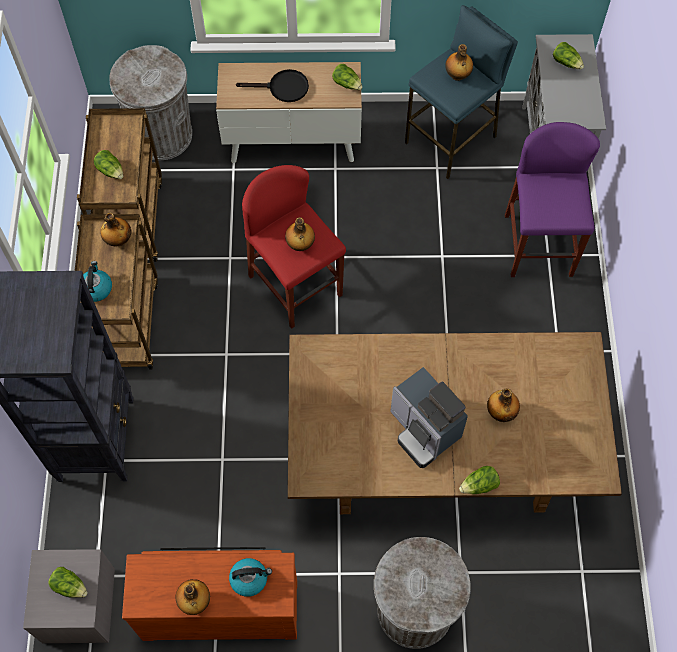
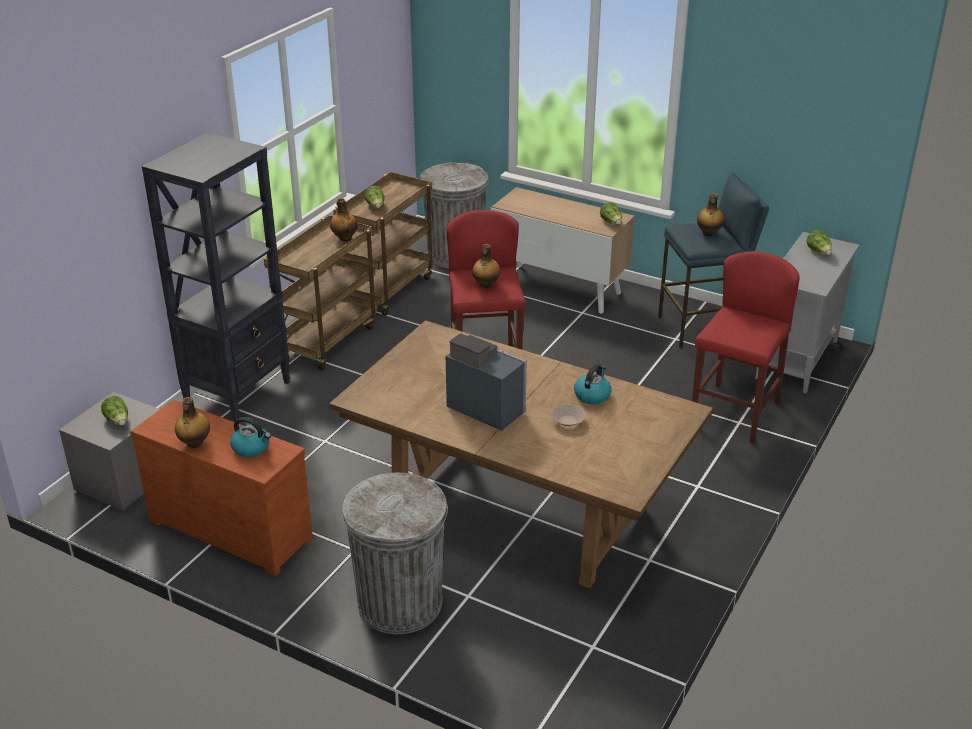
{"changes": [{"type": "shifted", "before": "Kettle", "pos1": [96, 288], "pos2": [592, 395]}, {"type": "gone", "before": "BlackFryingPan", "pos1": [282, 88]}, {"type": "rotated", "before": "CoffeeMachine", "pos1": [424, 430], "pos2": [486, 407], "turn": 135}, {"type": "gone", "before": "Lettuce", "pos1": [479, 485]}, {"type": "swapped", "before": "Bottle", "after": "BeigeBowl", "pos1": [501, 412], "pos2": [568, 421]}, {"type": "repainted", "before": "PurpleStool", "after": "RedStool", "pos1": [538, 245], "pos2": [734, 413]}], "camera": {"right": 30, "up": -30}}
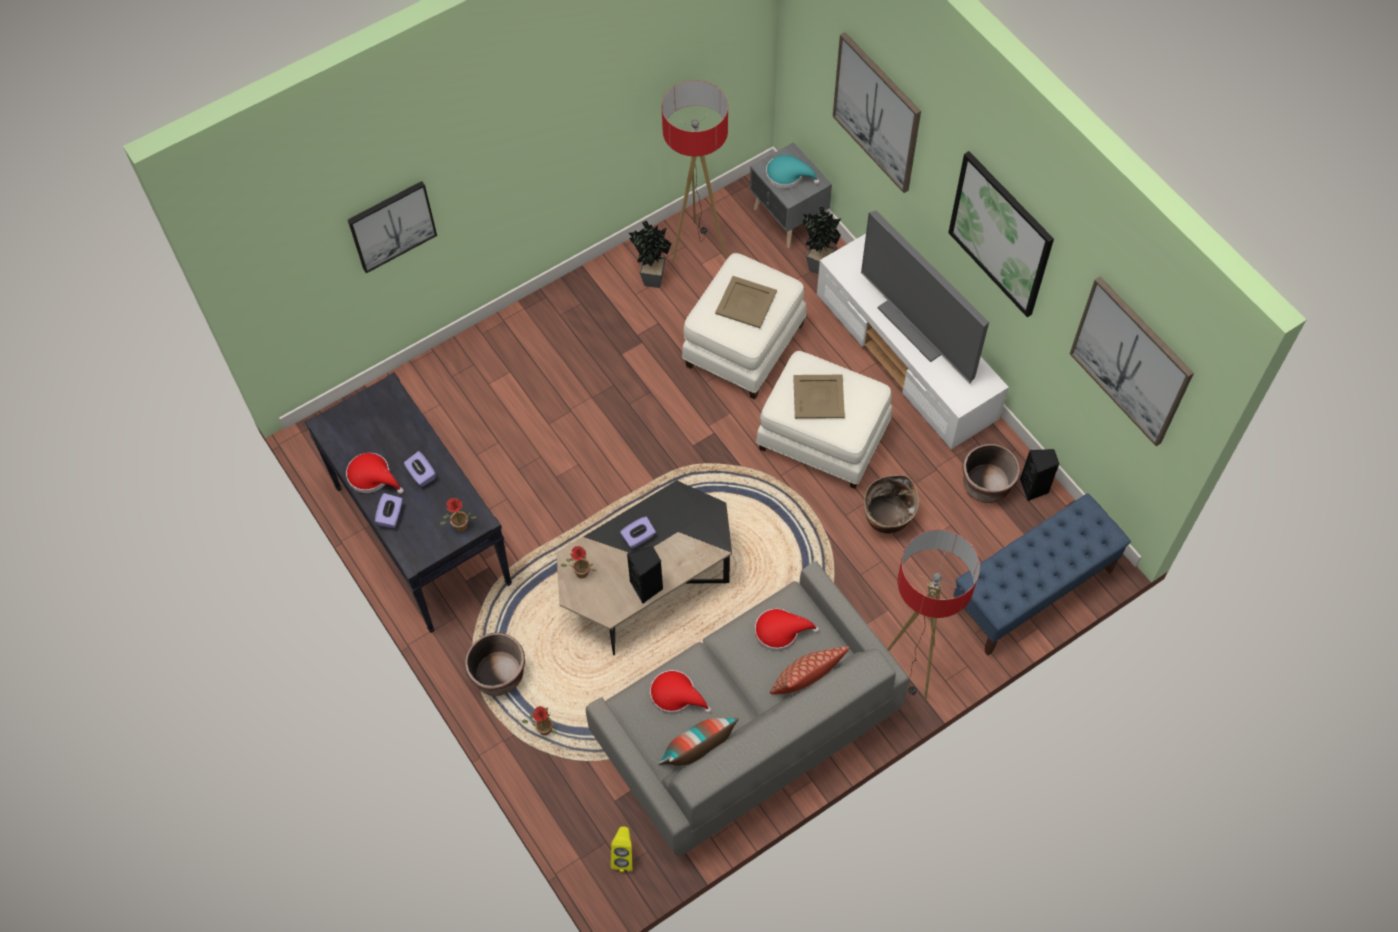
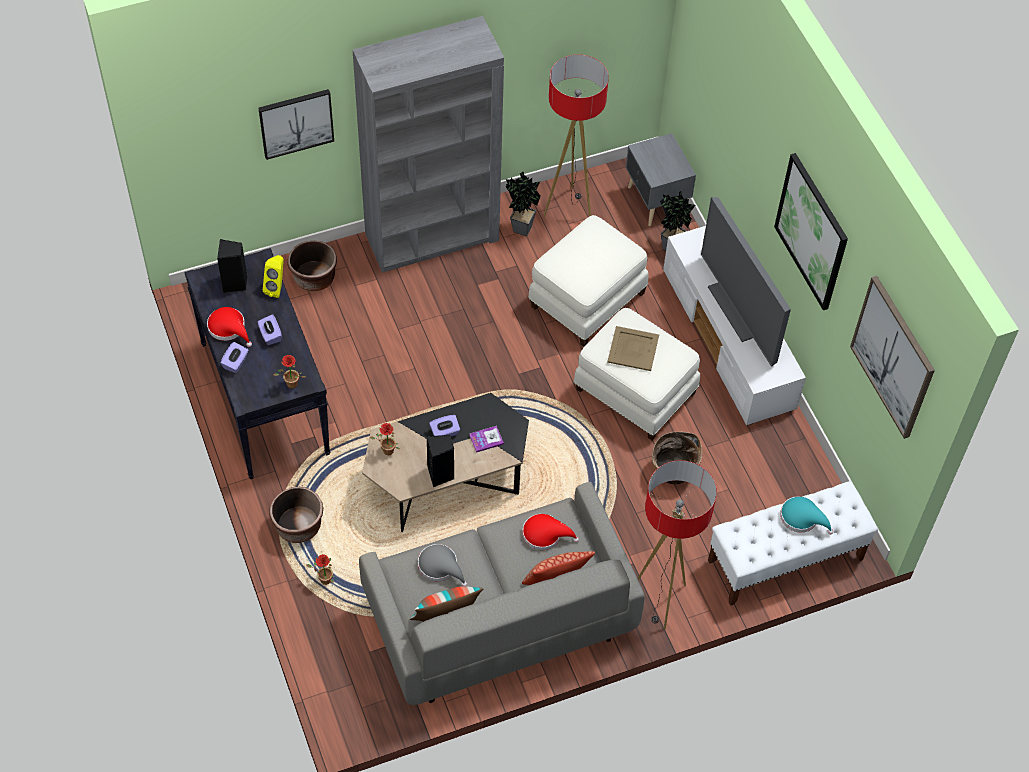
{"changes": [{"type": "shifted", "before": "YellowSpeaker", "pos1": [624, 855], "pos2": [277, 288]}, {"type": "repainted", "before": "RedHat", "after": "GreyHat", "pos1": [676, 695], "pos2": [440, 567]}, {"type": "gone", "before": "BeigeTray", "pos1": [746, 303]}, {"type": "shifted", "before": "TurquoiseHat", "pos1": [788, 175], "pos2": [802, 518]}, {"type": "gone", "before": "Picture", "pos1": [877, 112]}, {"type": "repainted", "before": "BlueBench", "after": "WhiteBench", "pos1": [1031, 591], "pos2": [785, 560]}, {"type": "shifted", "before": "BrownPlanter", "pos1": [986, 485], "pos2": [314, 278]}, {"type": "shifted", "before": "BlackSpeaker", "pos1": [1034, 488], "pos2": [235, 284]}, {"type": "new", "after": "GreyBookcase", "pos2": [432, 237]}, {"type": "new", "after": "Book", "pos2": [486, 439]}], "camera": {"right": 10, "up": -5}}
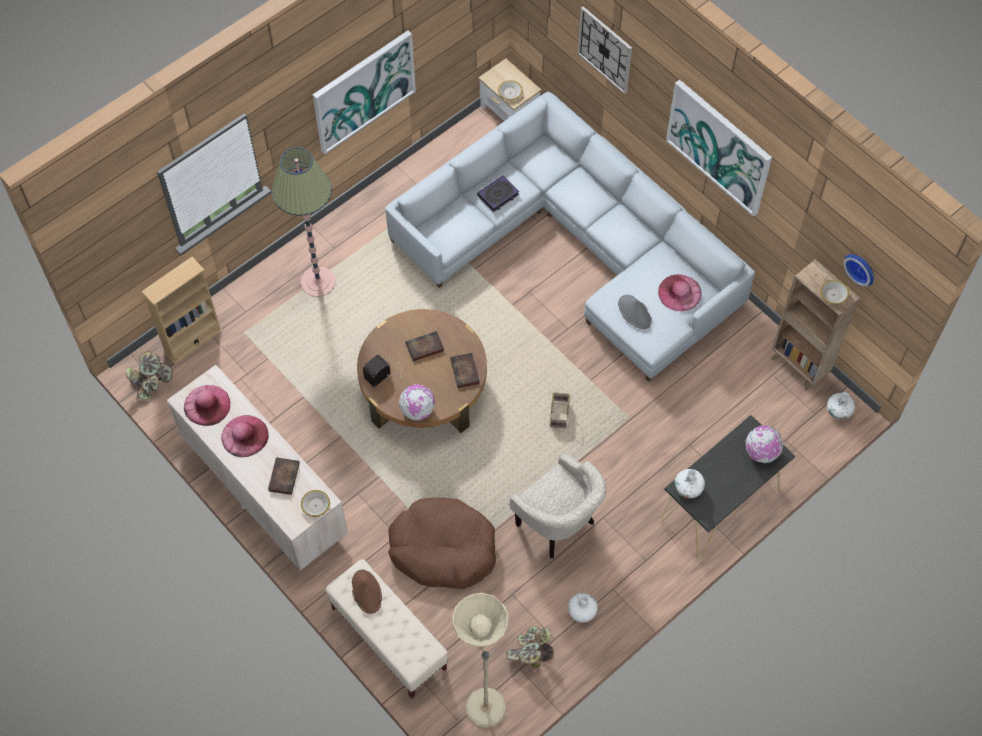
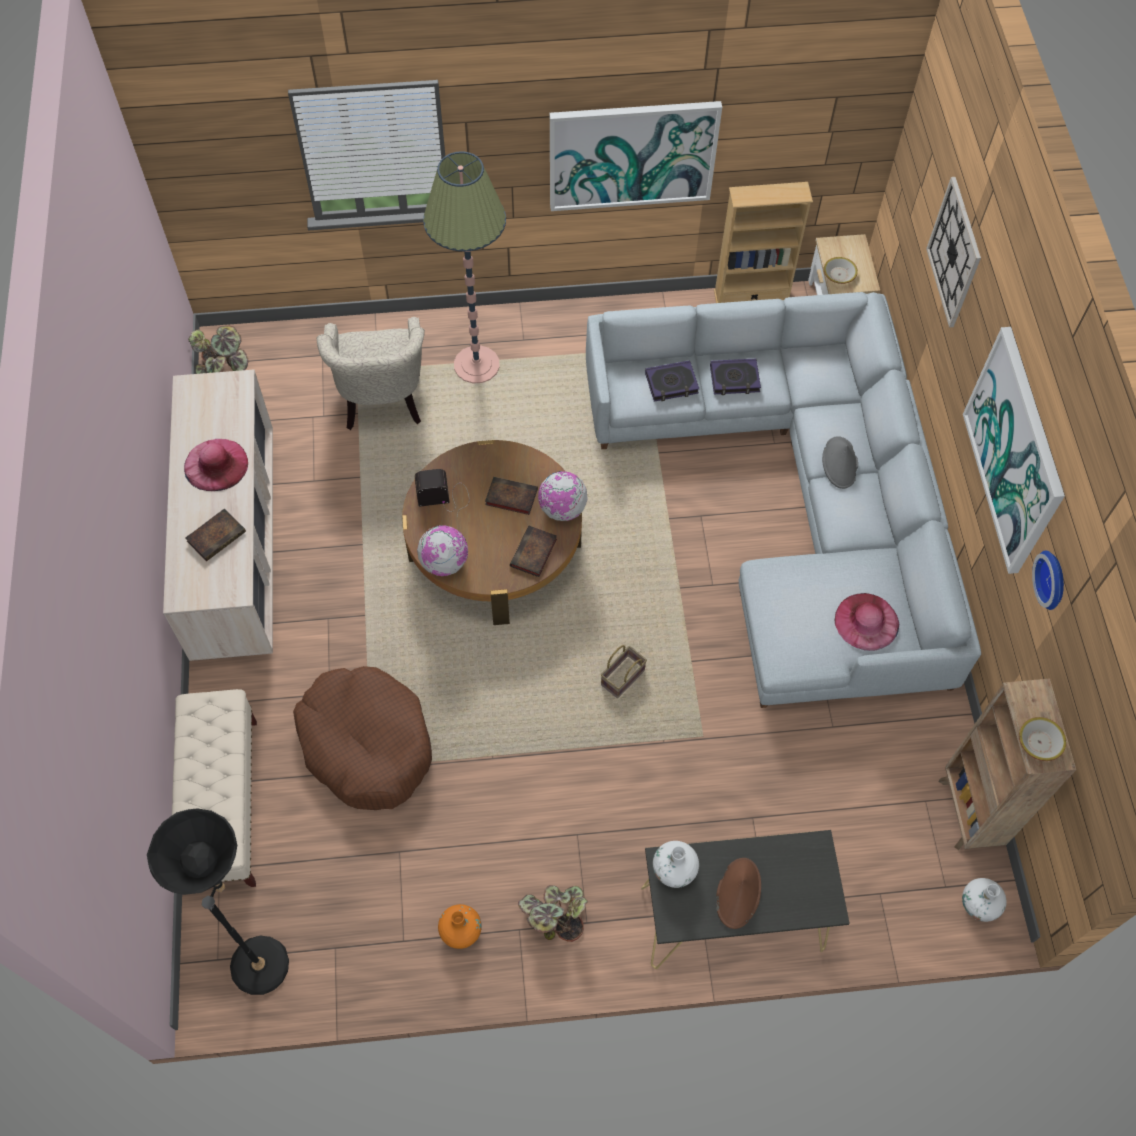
{"changes": [{"type": "shifted", "before": "BeigeBookcase", "pos1": [192, 341], "pos2": [751, 297]}, {"type": "gone", "before": "PinkHat", "pos1": [207, 405]}, {"type": "gone", "before": "Bowl", "pos1": [315, 505]}, {"type": "shifted", "before": "BrownHat", "pos1": [366, 592], "pos2": [738, 893]}, {"type": "repainted", "before": "BeigeFloorLamp", "after": "BlackFloorLamp", "pos1": [482, 699], "pos2": [264, 952]}, {"type": "shifted", "before": "PottedPlant", "pos1": [530, 652], "pos2": [554, 916]}, {"type": "shifted", "before": "BeigeArmchair", "pos1": [558, 526], "pos2": [383, 405]}, {"type": "repainted", "before": "WhiteVase", "after": "OrangeVase", "pos1": [581, 612], "pos2": [460, 931]}, {"type": "shifted", "before": "GreyHat", "pos1": [635, 312], "pos2": [840, 463]}, {"type": "shifted", "before": "Globe", "pos1": [761, 452], "pos2": [562, 509]}, {"type": "shifted", "before": "WallClock", "pos1": [861, 268], "pos2": [1053, 579]}, {"type": "new", "after": "Book", "pos2": [671, 384]}], "camera": {"right": 35, "up": 0}}
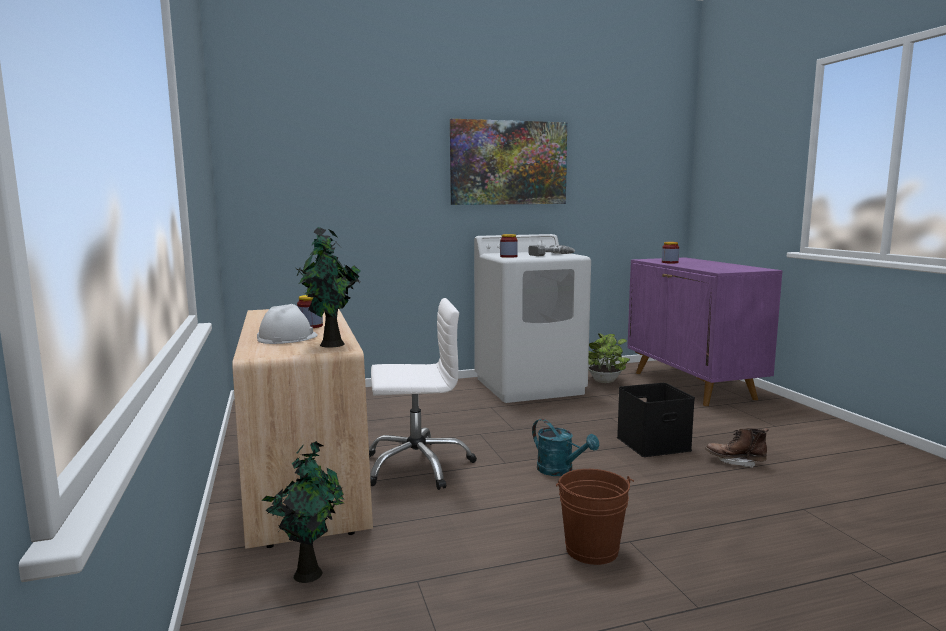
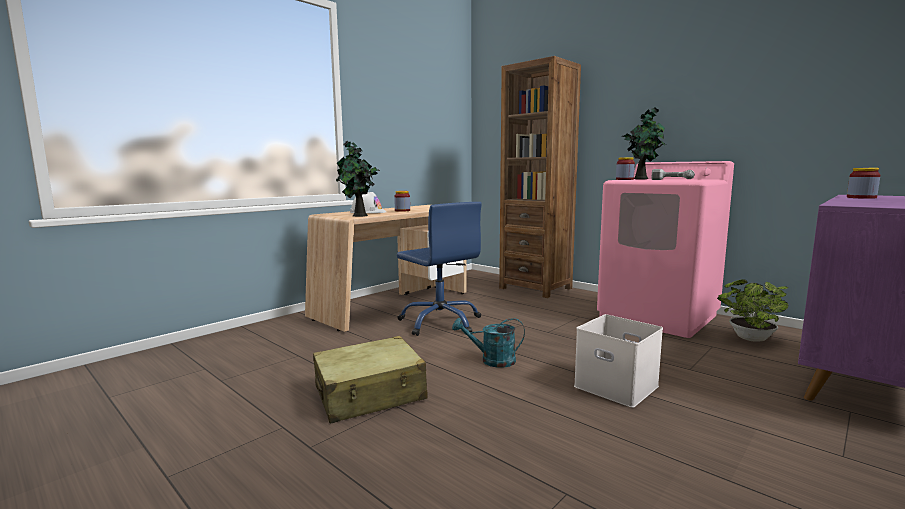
{"changes": [{"type": "shifted", "before": "PottedPlant", "pos1": [309, 572], "pos2": [642, 179]}, {"type": "repainted", "before": "WhiteOfficeChair", "after": "BlueOfficeChair", "pos1": [417, 465], "pos2": [440, 322]}, {"type": "gone", "before": "Picture", "pos1": [508, 163]}, {"type": "repainted", "before": "WhiteWashingMachine", "after": "PinkWashingMachine", "pos1": [529, 386], "pos2": [658, 317]}, {"type": "rotated", "before": "TurquoiseWateringCan", "pos1": [560, 471], "pos2": [492, 361], "turn": 75}, {"type": "swapped", "before": "BrownBucket", "after": "BeigeSuitcase", "pos1": [591, 550], "pos2": [370, 394]}, {"type": "repainted", "before": "BlackStorageBox", "after": "WhiteStorageBox", "pos1": [652, 444], "pos2": [614, 386]}, {"type": "gone", "before": "BrownBoot", "pos1": [735, 462]}, {"type": "new", "after": "BrownBookcase", "pos2": [535, 288]}], "camera": {"right": 60, "up": 0}}
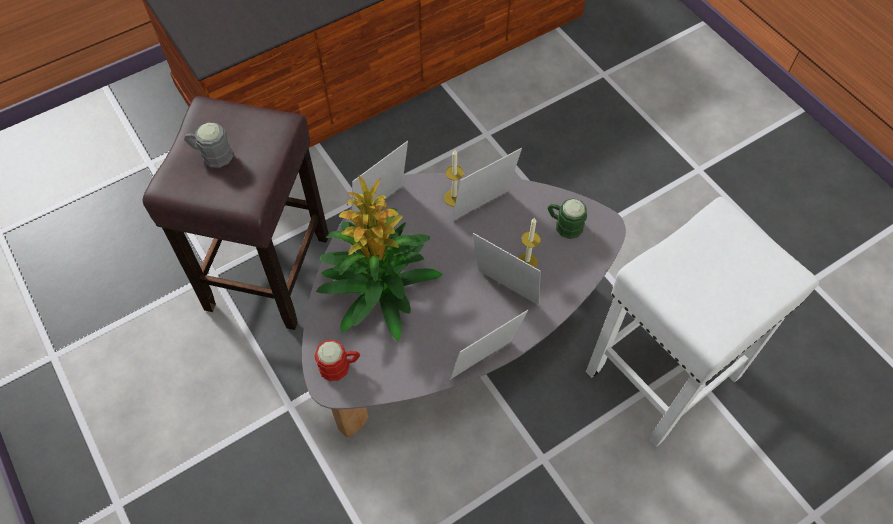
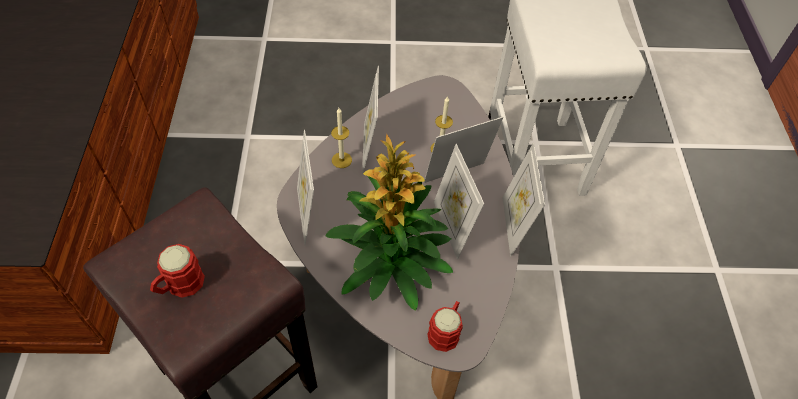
{"changes": [{"type": "repainted", "before": "GreyMug", "after": "RedMug", "pos1": [211, 155], "pos2": [179, 286]}, {"type": "gone", "before": "GreenMug", "pos1": [564, 225]}, {"type": "new", "after": "PictureFrame", "pos2": [452, 228]}], "camera": {"right": -60, "up": -5}}
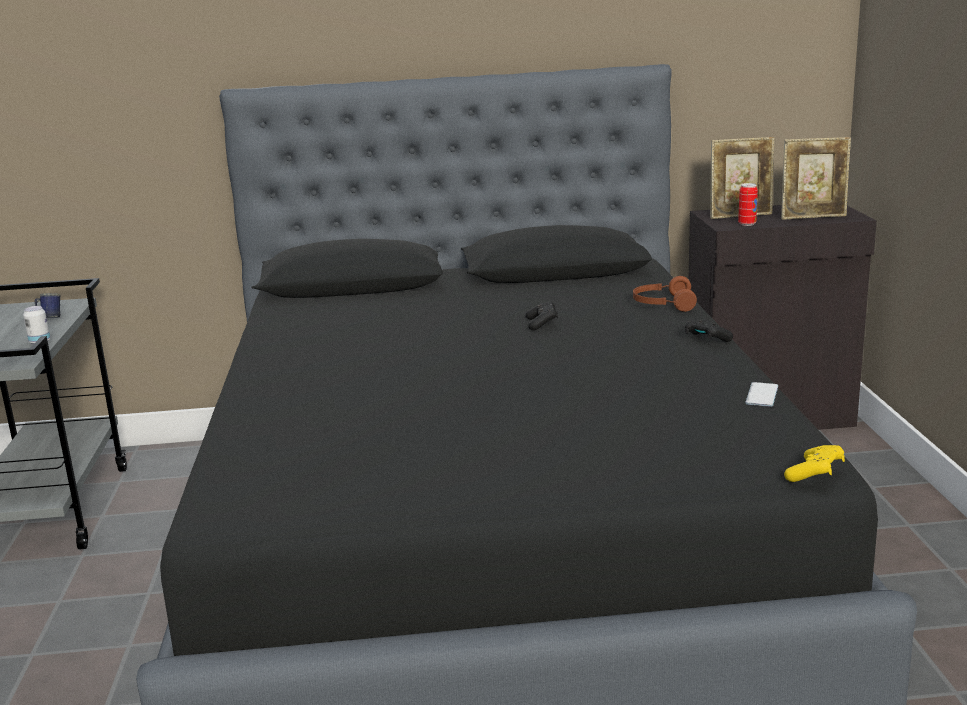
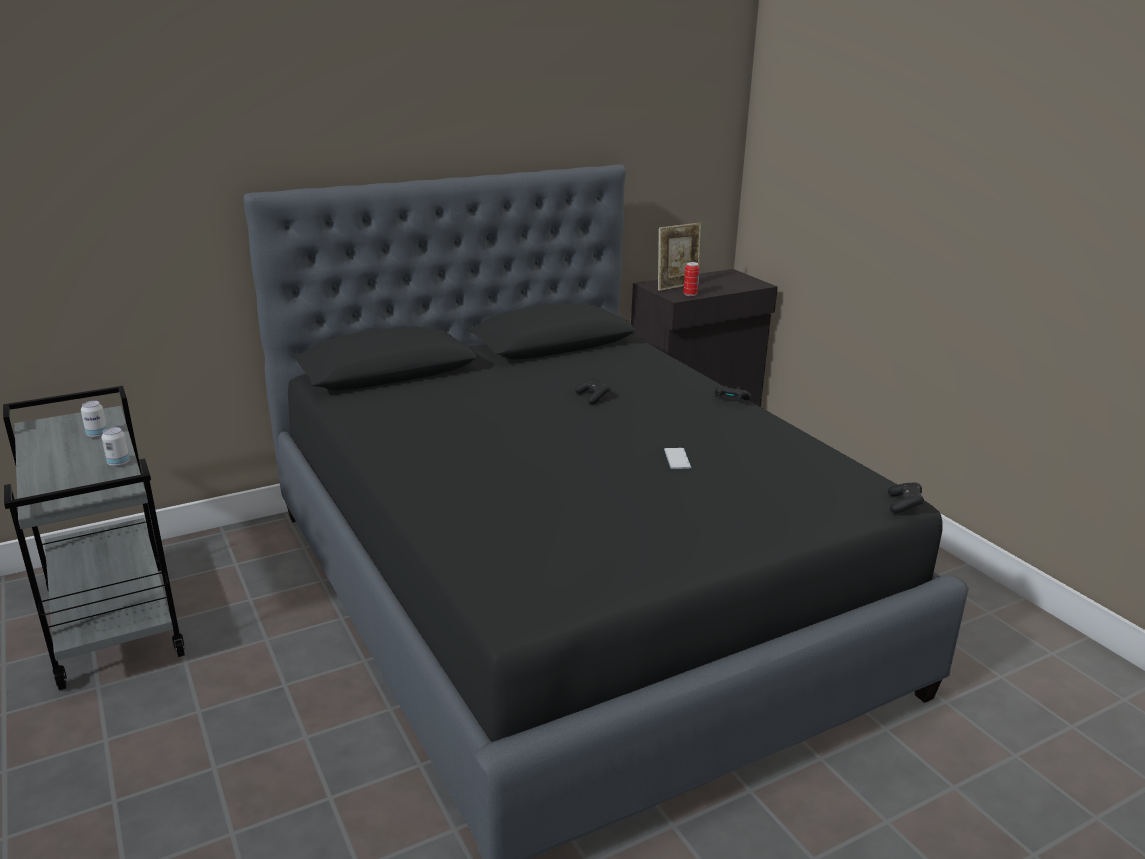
{"changes": [{"type": "swapped", "before": "BlueMug", "after": "Can", "pos1": [49, 318], "pos2": [97, 435]}, {"type": "gone", "before": "BrownHeadphones", "pos1": [663, 304]}, {"type": "shifted", "before": "Phone", "pos1": [762, 395], "pos2": [677, 459]}, {"type": "gone", "before": "PictureFrame", "pos1": [813, 217]}, {"type": "repainted", "before": "YellowGameController", "after": "BlackGameController", "pos1": [815, 475], "pos2": [904, 505]}], "camera": {"right": -25, "up": 5}}
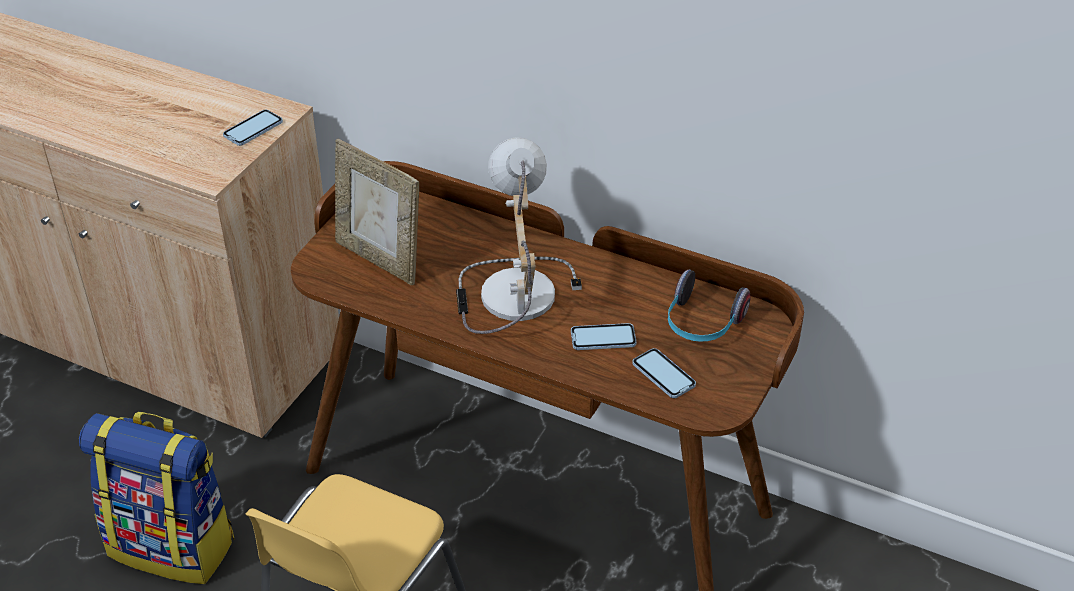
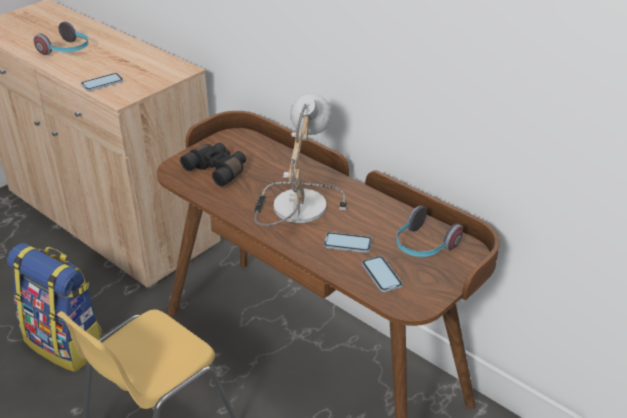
{"changes": [{"type": "shifted", "before": "Phone", "pos1": [253, 129], "pos2": [102, 83]}, {"type": "swapped", "before": "PictureFrame", "after": "BlackBinoculars", "pos1": [380, 259], "pos2": [218, 170]}, {"type": "new", "after": "Headphones", "pos2": [67, 51]}], "camera": {"right": 15, "up": -5}}
